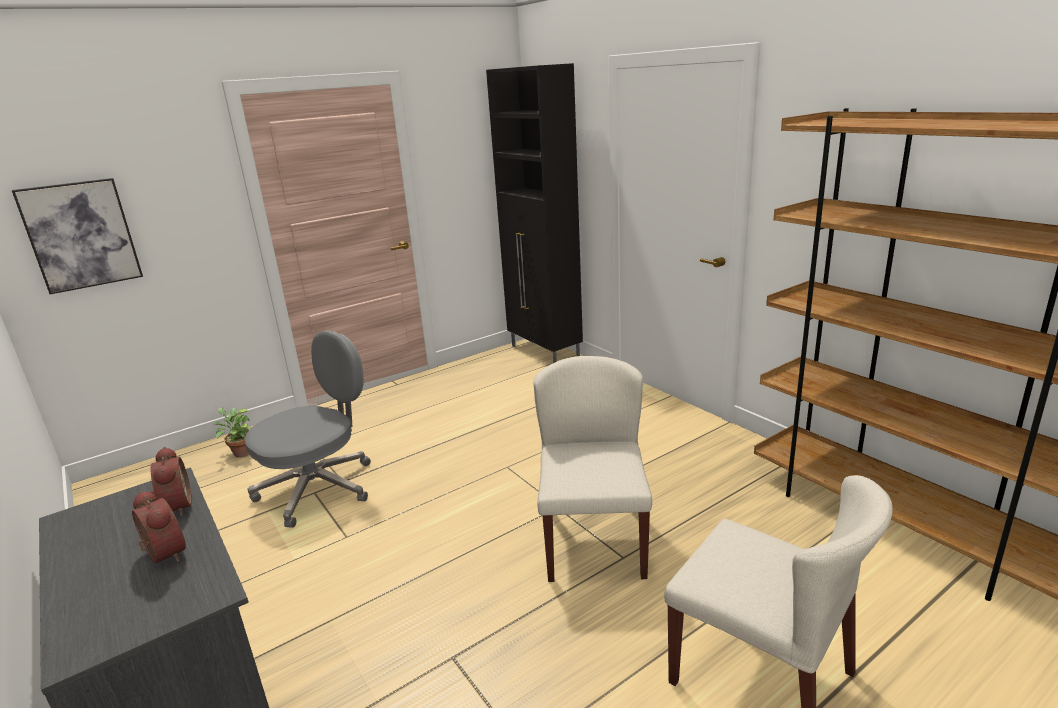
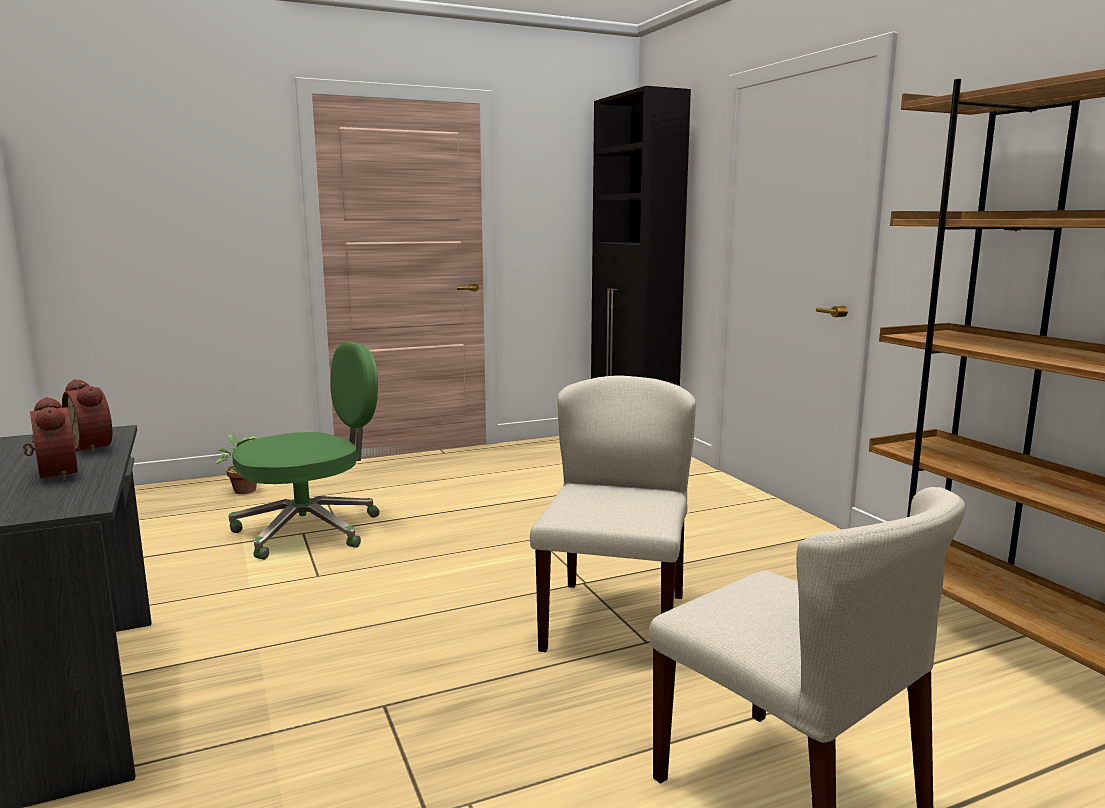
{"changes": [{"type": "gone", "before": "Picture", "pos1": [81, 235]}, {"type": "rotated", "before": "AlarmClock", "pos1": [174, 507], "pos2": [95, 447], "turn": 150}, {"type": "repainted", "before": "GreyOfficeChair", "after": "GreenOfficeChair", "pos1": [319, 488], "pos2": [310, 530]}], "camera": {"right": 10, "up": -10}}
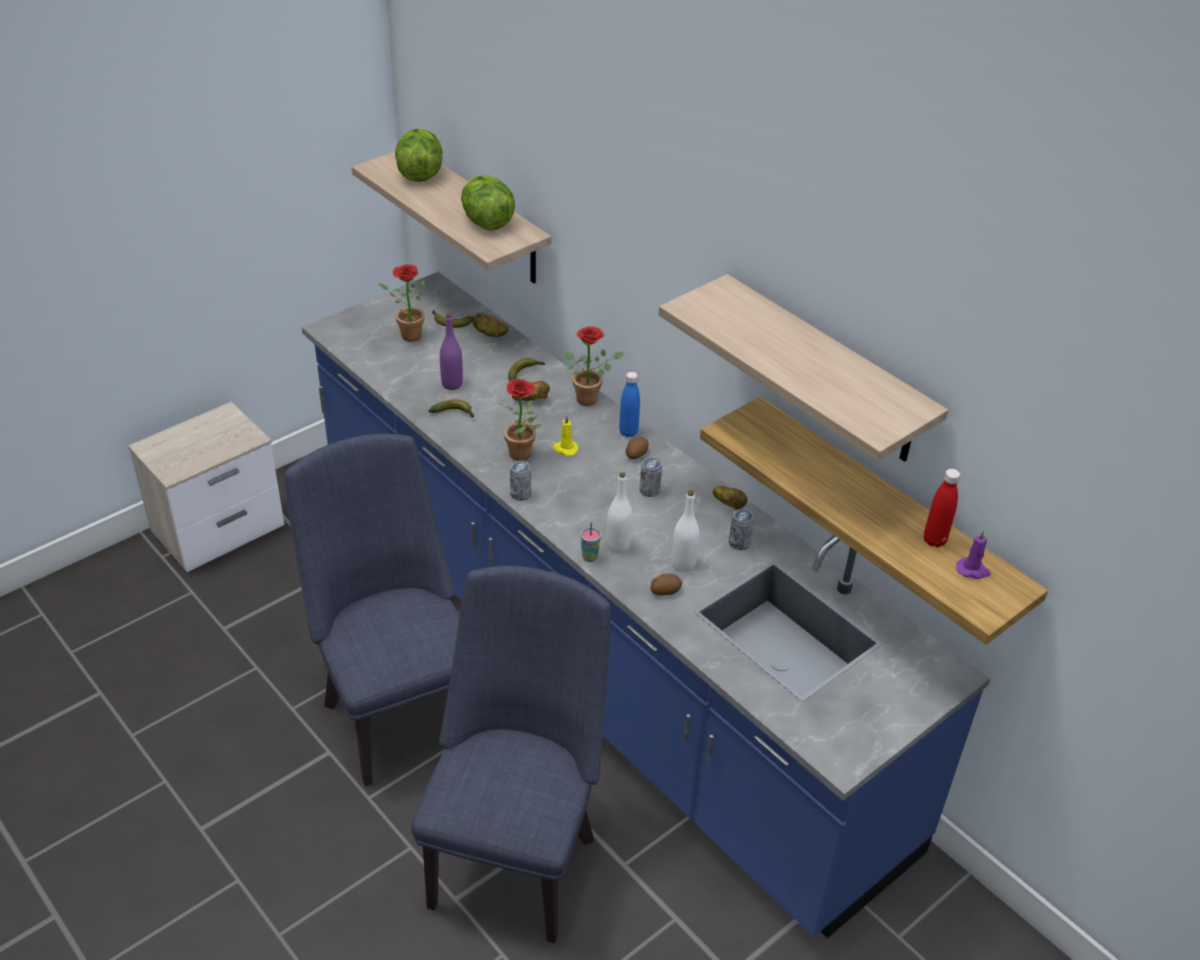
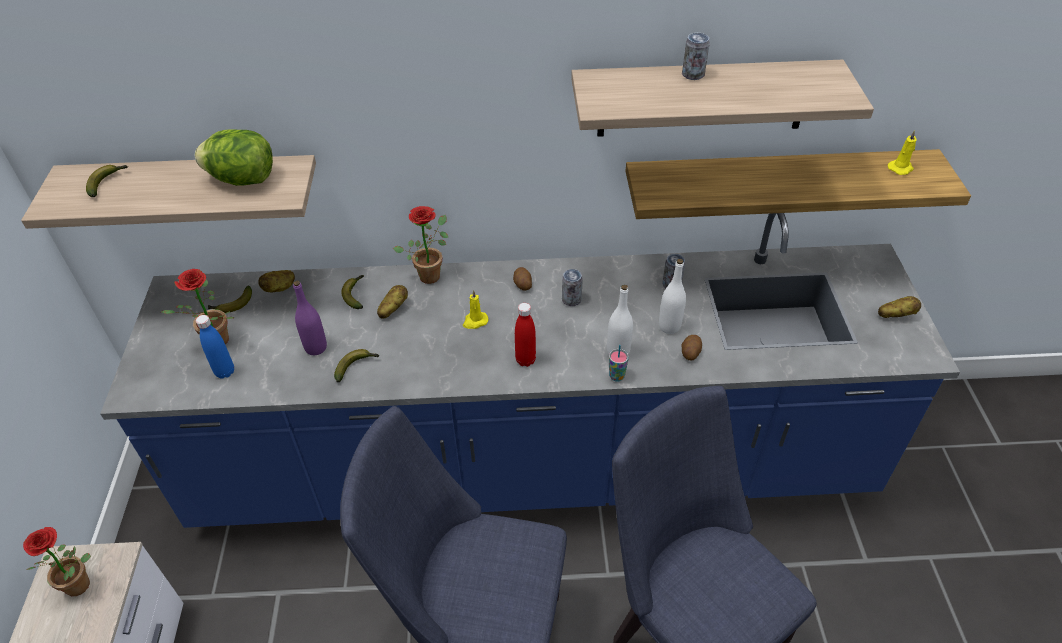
{"changes": [{"type": "swapped", "before": "Lettuce", "after": "Banana", "pos1": [420, 174], "pos2": [107, 183]}, {"type": "shifted", "before": "PottedPlant", "pos1": [524, 456], "pos2": [83, 584]}, {"type": "shifted", "before": "Can", "pos1": [520, 494], "pos2": [693, 75]}, {"type": "shifted", "before": "BlueBottle", "pos1": [628, 432], "pos2": [225, 372]}, {"type": "shifted", "before": "Potato", "pos1": [729, 505], "pos2": [896, 315]}, {"type": "shifted", "before": "RedBottle", "pos1": [934, 540], "pos2": [525, 360]}, {"type": "repainted", "before": "PurpleCandle", "after": "YellowCandle", "pos1": [973, 570], "pos2": [901, 168]}], "camera": {"right": -50, "up": 5}}
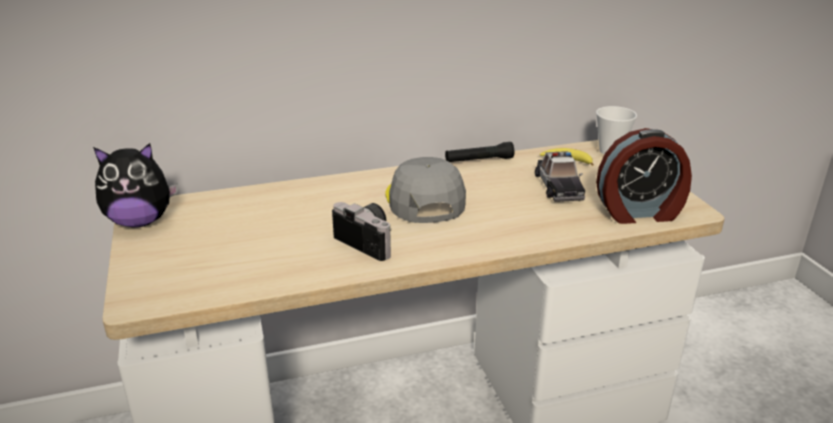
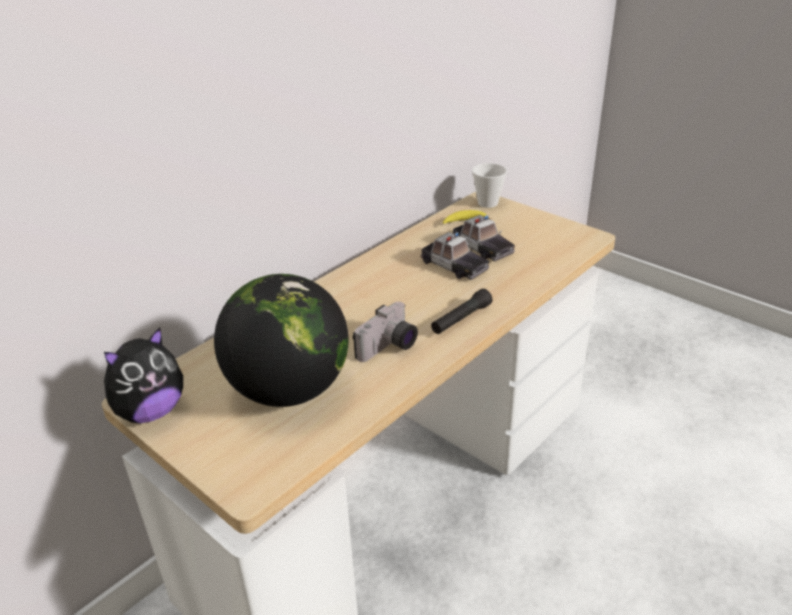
{"changes": [{"type": "rotated", "before": "PhotoCamera", "pos1": [370, 241], "pos2": [389, 348], "turn": 120}, {"type": "gone", "before": "GreyCap", "pos1": [424, 200]}, {"type": "shifted", "before": "BlackFlashlight", "pos1": [479, 160], "pos2": [461, 319]}, {"type": "gone", "before": "AlarmClock", "pos1": [639, 213]}, {"type": "new", "after": "Globe", "pos2": [289, 390]}, {"type": "new", "after": "ToyCar", "pos2": [453, 265]}], "camera": {"right": -30, "up": 5}}
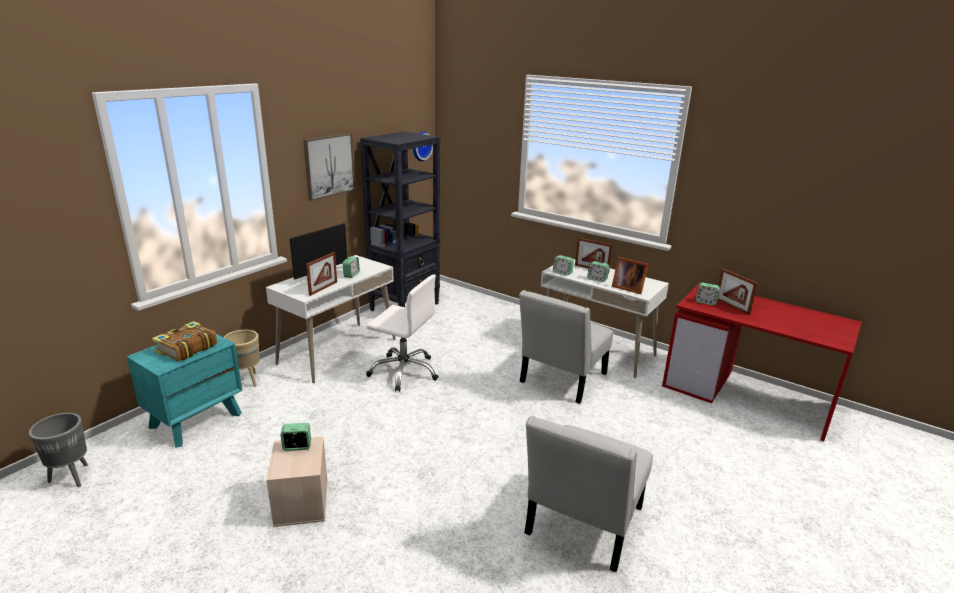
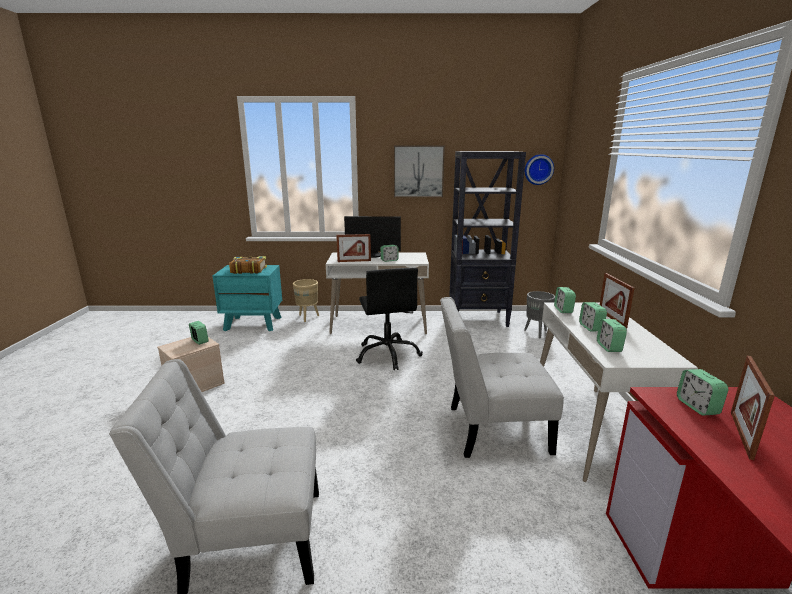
{"changes": [{"type": "shifted", "before": "GreyPlanter", "pos1": [72, 477], "pos2": [537, 333]}, {"type": "repainted", "before": "WhiteOfficeChair", "after": "BlackOfficeChair", "pos1": [404, 371], "pos2": [388, 354]}, {"type": "swapped", "before": "PictureFrame", "after": "AlarmClock", "pos1": [627, 288], "pos2": [609, 347]}], "camera": {"right": 55, "up": -5}}
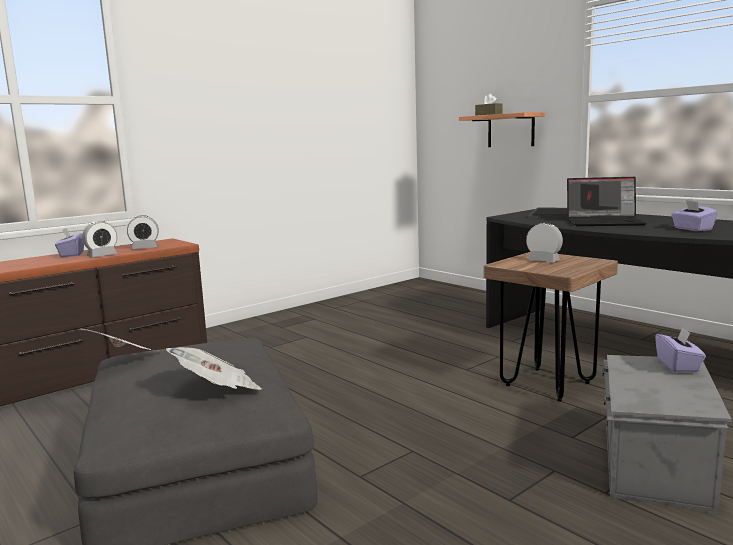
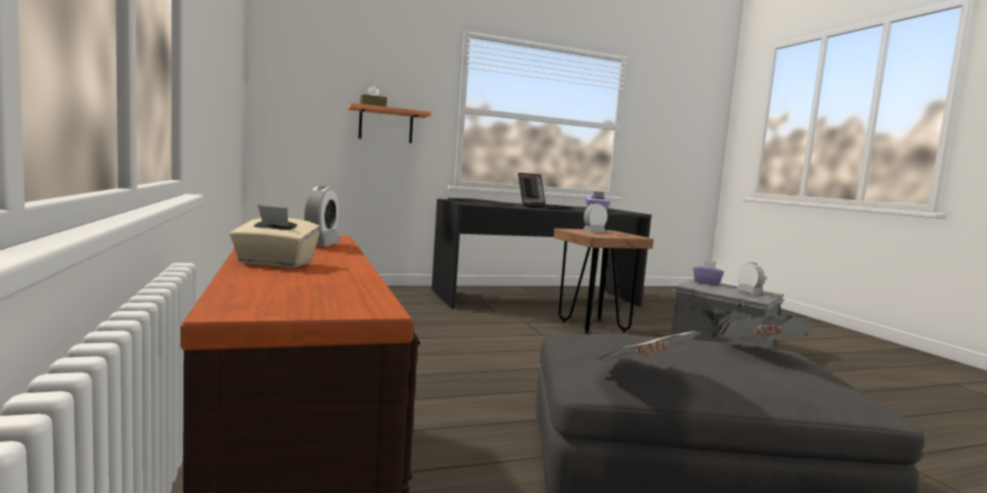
{"changes": [{"type": "repainted", "before": "PurpleTissueBox", "after": "BeigeTissueBox", "pos1": [71, 254], "pos2": [275, 263]}, {"type": "shifted", "before": "AlarmClock", "pos1": [102, 255], "pos2": [748, 292]}], "camera": {"right": -70, "up": -5}}
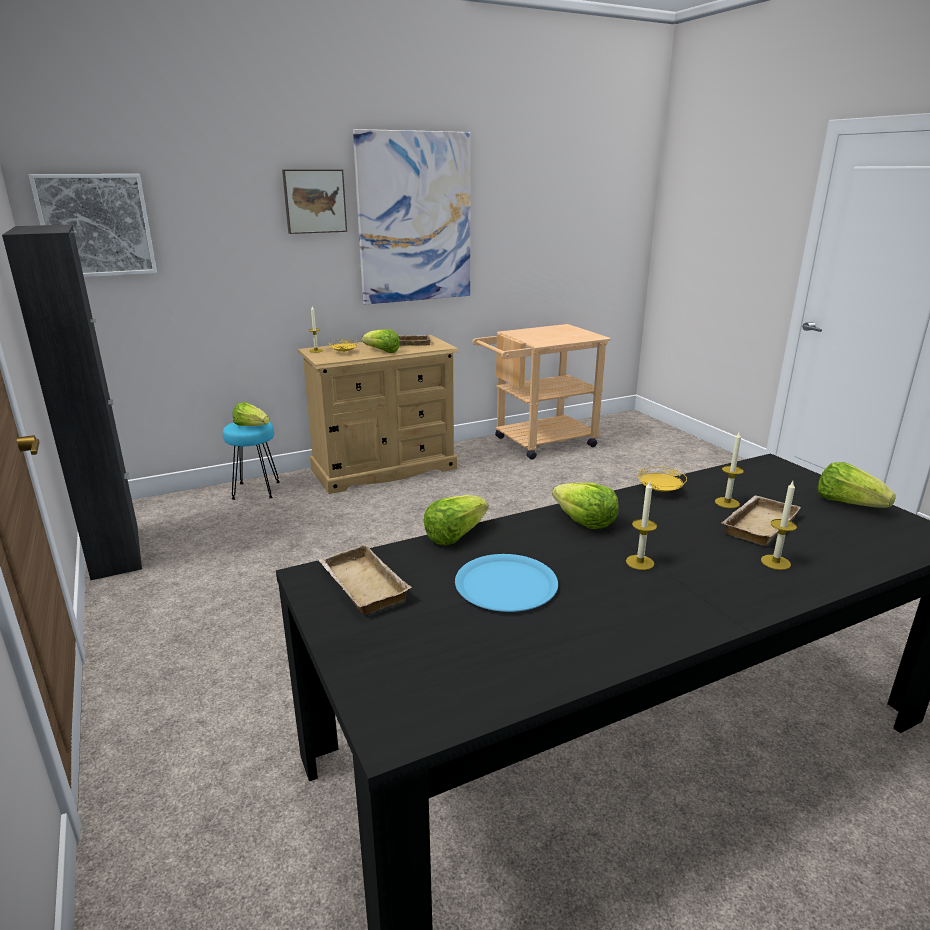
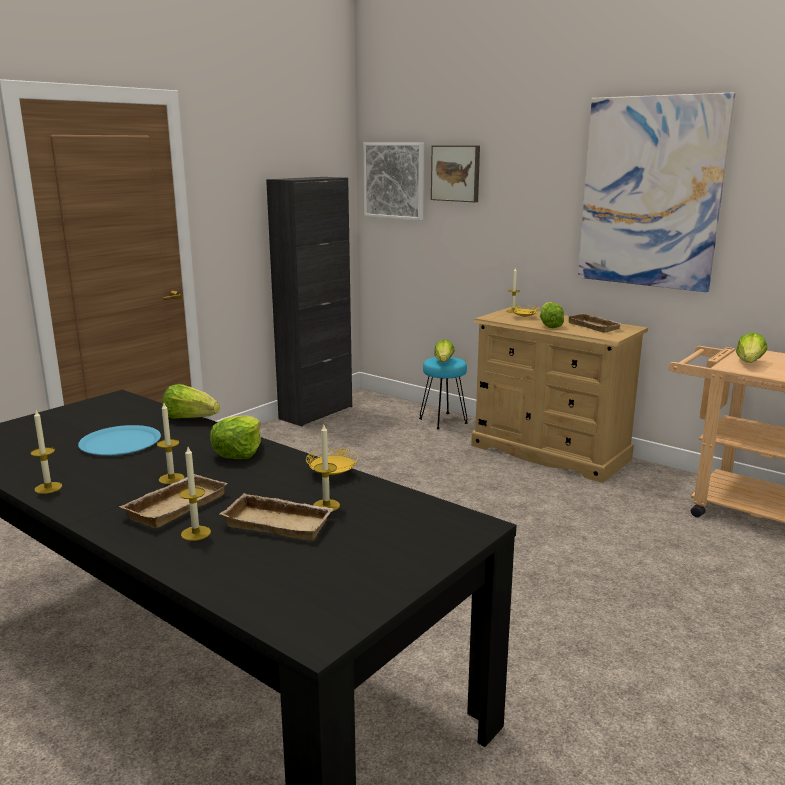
{"changes": [{"type": "shifted", "before": "Picture", "pos1": [314, 201], "pos2": [456, 173]}, {"type": "shifted", "before": "BeigeTray", "pos1": [360, 585], "pos2": [175, 505]}, {"type": "shifted", "before": "Lettuce", "pos1": [847, 503], "pos2": [749, 363]}, {"type": "new", "after": "Candle", "pos2": [48, 488]}], "camera": {"right": 65, "up": -5}}
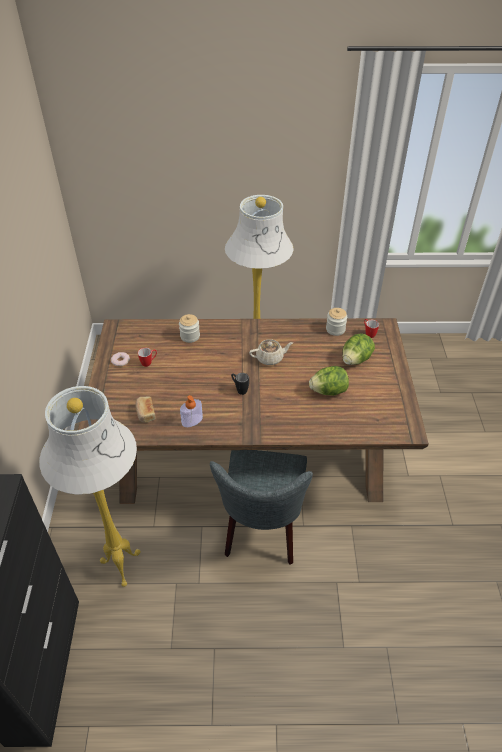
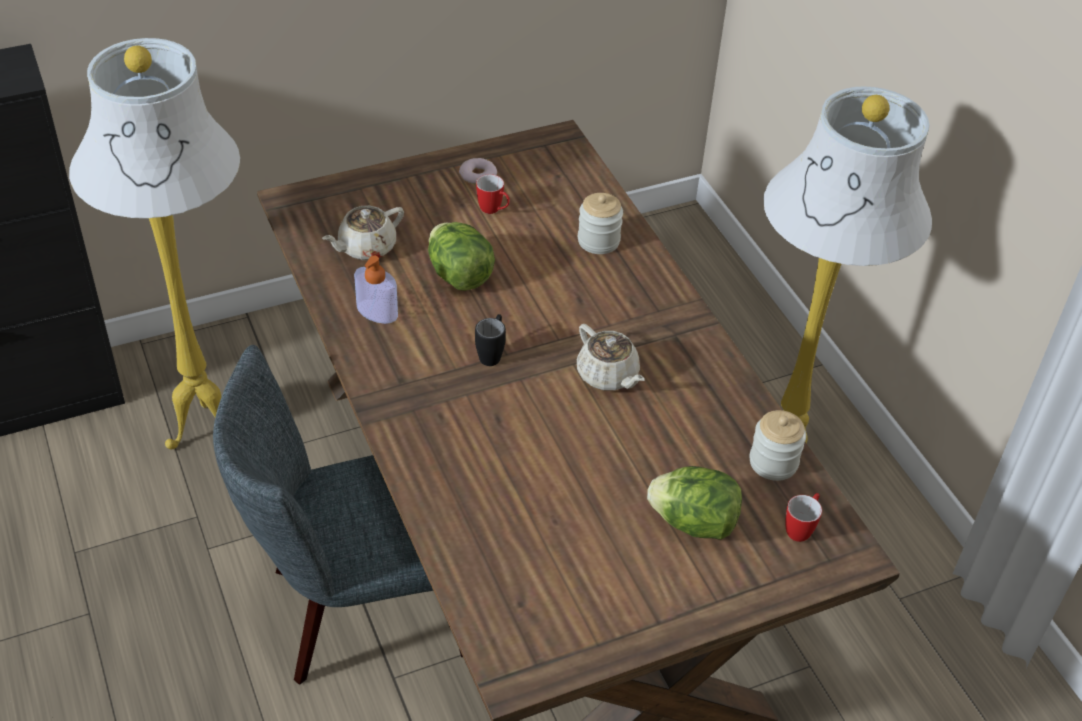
{"changes": [{"type": "swapped", "before": "Bread", "after": "BeigeTeapot", "pos1": [145, 413], "pos2": [366, 247]}, {"type": "shifted", "before": "Lettuce", "pos1": [328, 391], "pos2": [459, 276]}], "camera": {"right": 65, "up": 0}}
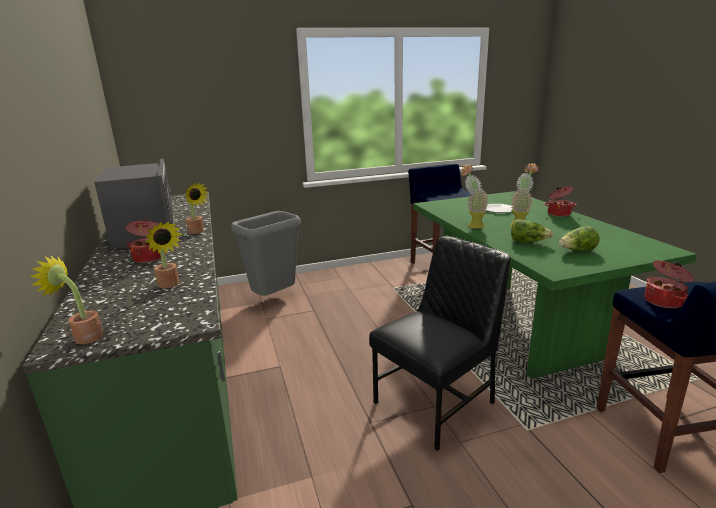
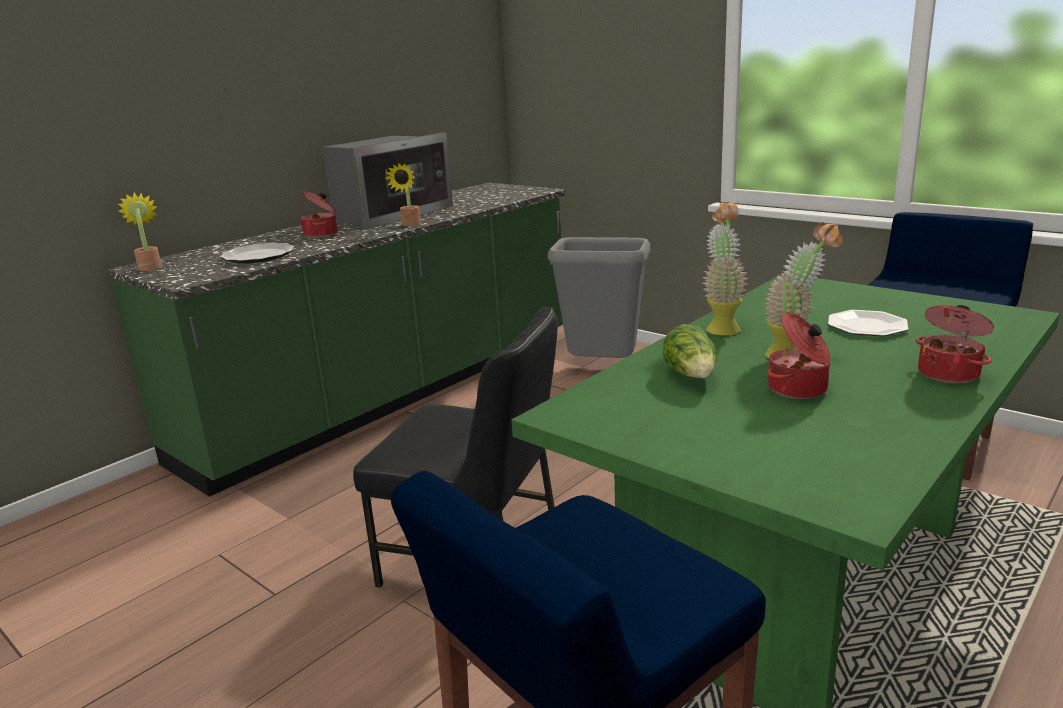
{"changes": [{"type": "swapped", "before": "PottedPlant", "after": "Plate", "pos1": [170, 285], "pos2": [259, 256]}, {"type": "gone", "before": "Lettuce", "pos1": [577, 250]}, {"type": "shifted", "before": "CookingPot", "pos1": [664, 301], "pos2": [798, 389]}], "camera": {"right": 60, "up": 0}}
